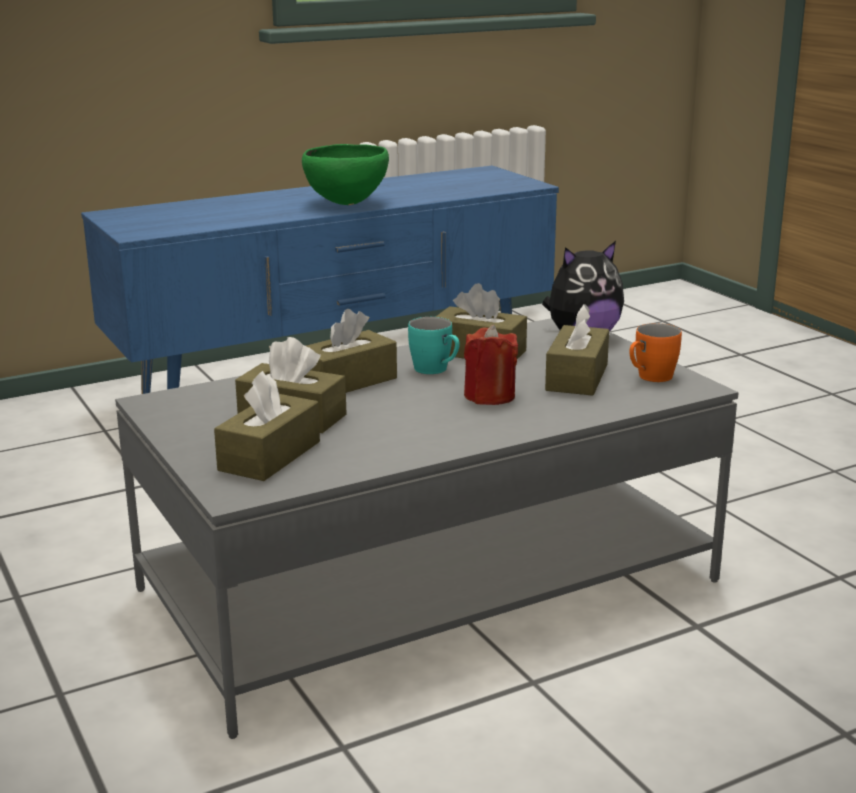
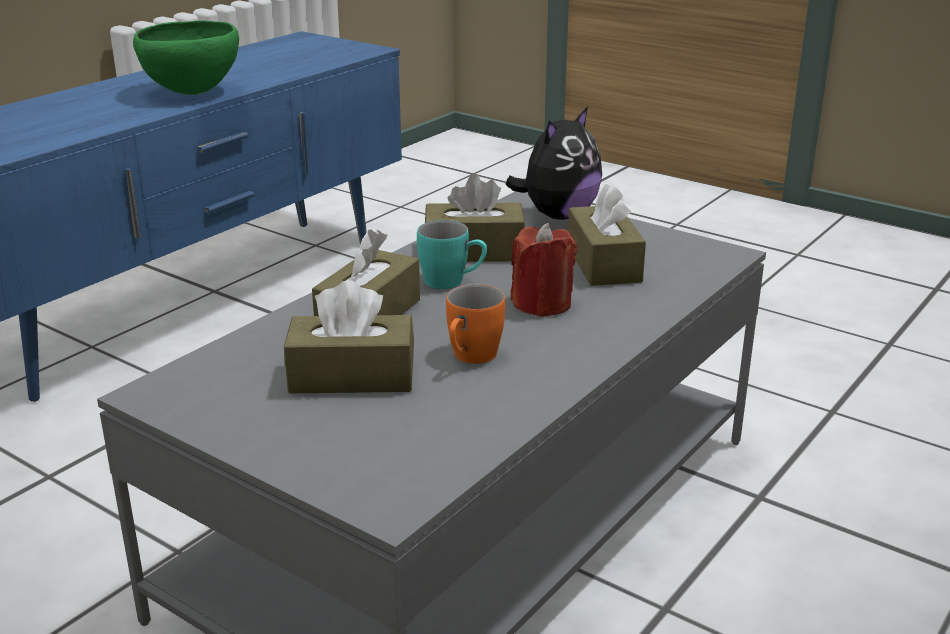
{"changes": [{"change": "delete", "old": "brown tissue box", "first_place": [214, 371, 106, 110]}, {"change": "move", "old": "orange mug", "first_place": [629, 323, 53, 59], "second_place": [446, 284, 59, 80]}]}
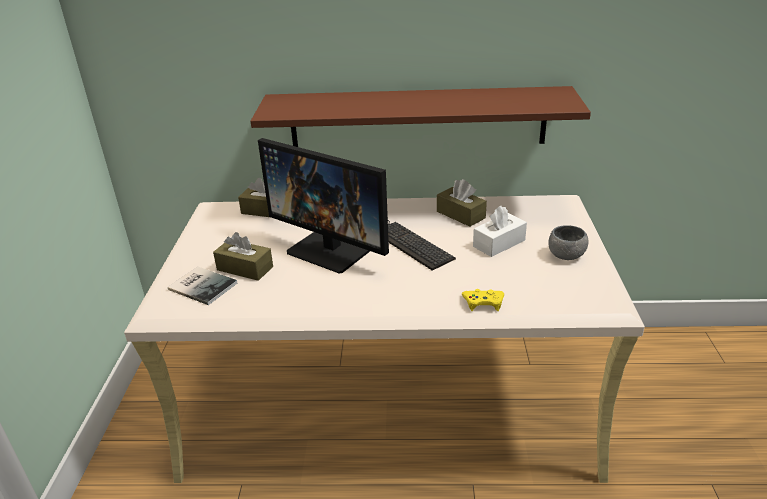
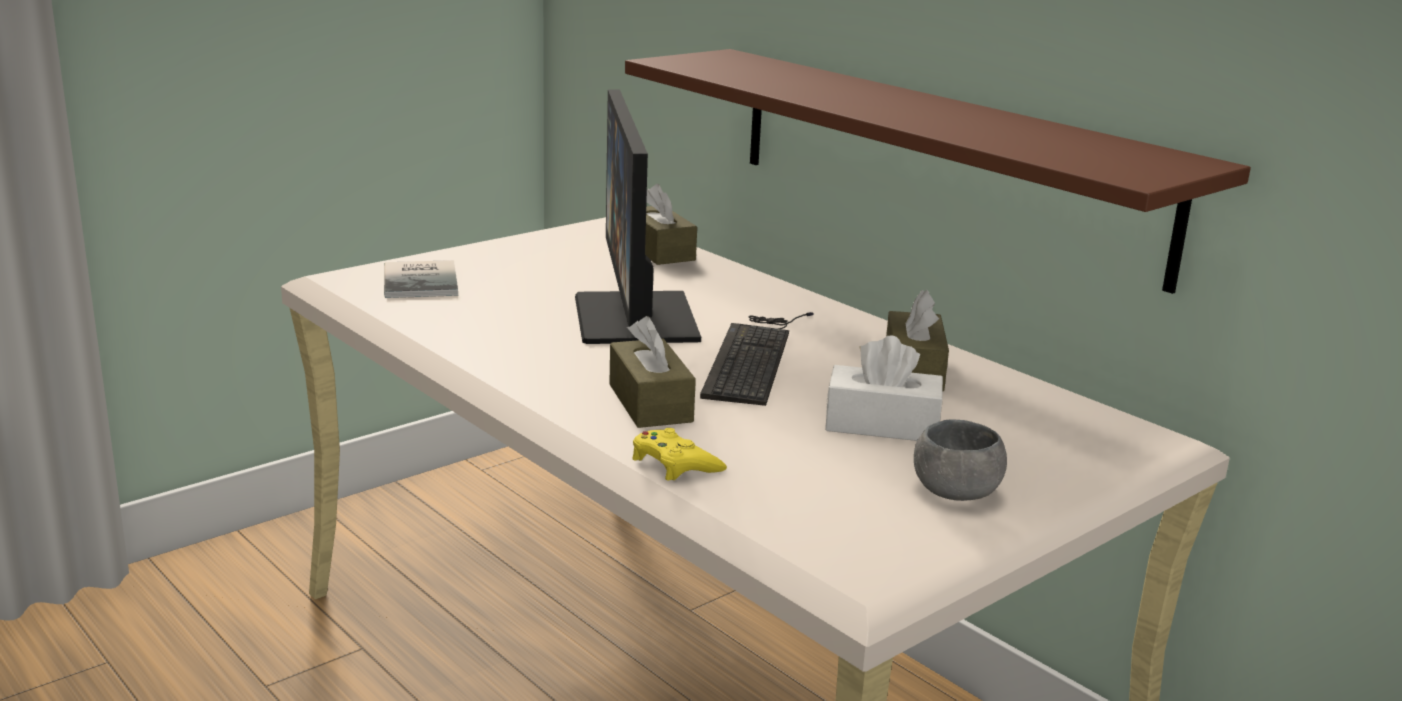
{"changes": [{"change": "move", "old": "brown tissue box", "first_place": [213, 232, 60, 49], "second_place": [609, 316, 87, 112]}]}
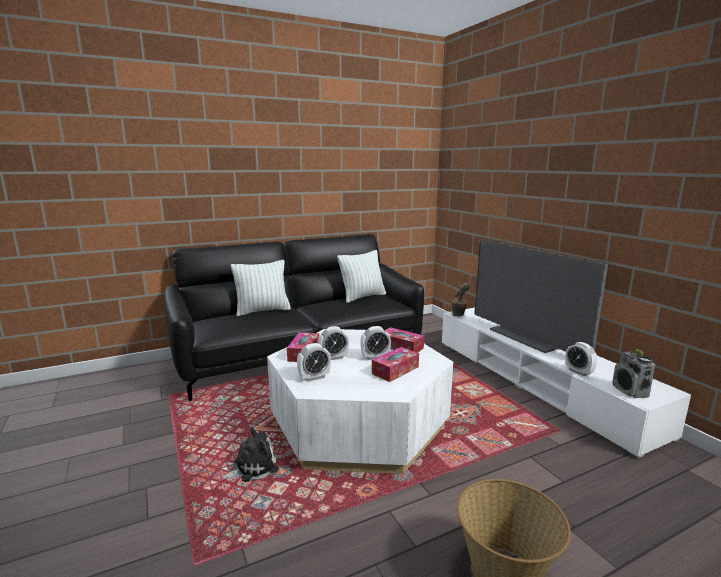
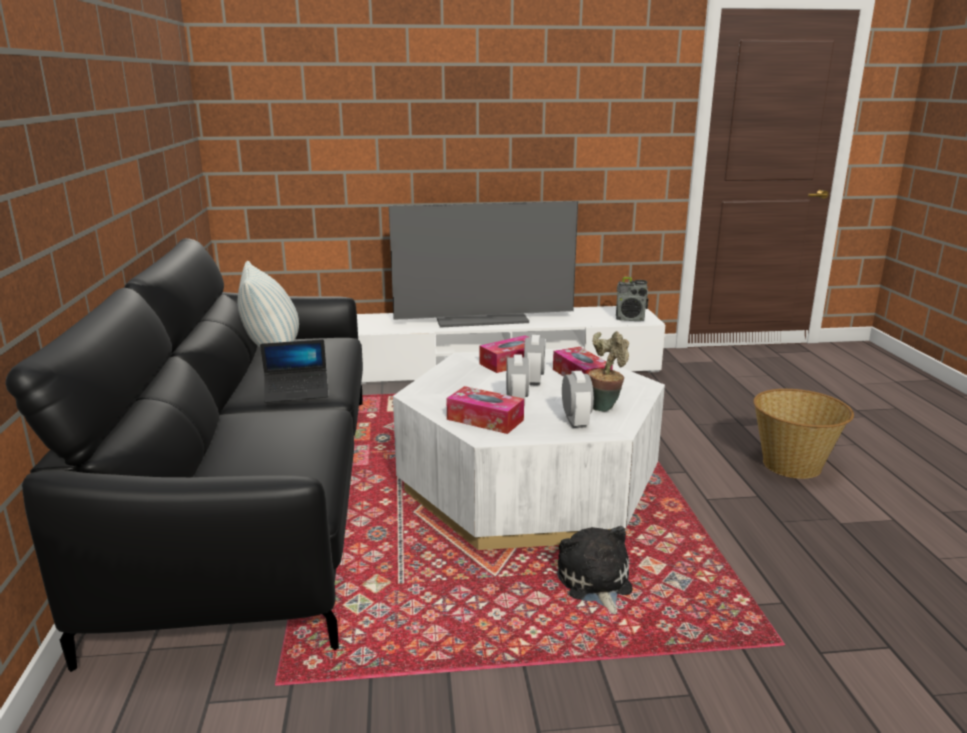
{"changes": [{"change": "delete", "old": "pillow", "first_place": [231, 260, 60, 56]}, {"change": "delete", "old": "alarm clock", "first_place": [565, 342, 32, 34]}, {"change": "insert", "new": "laptop", "second_place": [260, 339, 69, 64]}, {"change": "move", "old": "potted plant", "first_place": [451, 283, 19, 33], "second_place": [588, 331, 41, 80]}]}
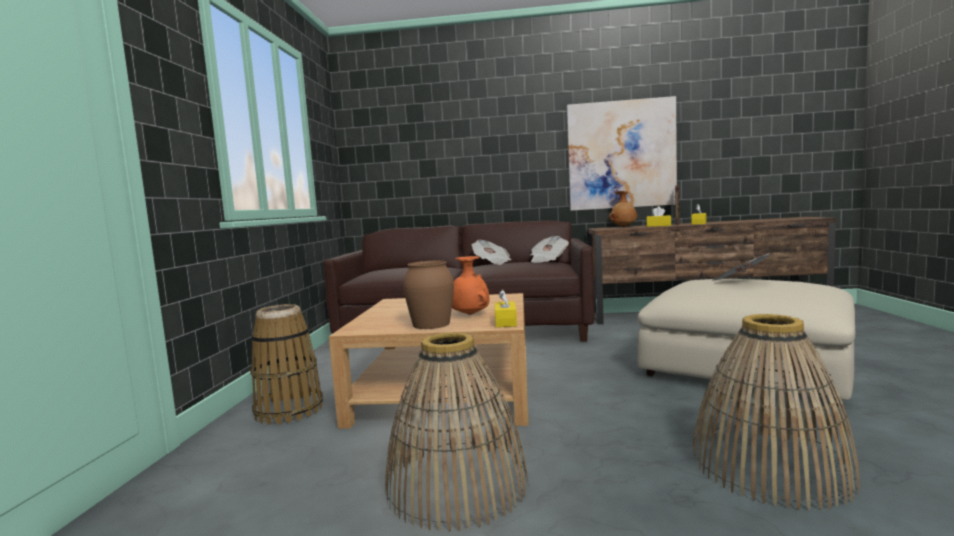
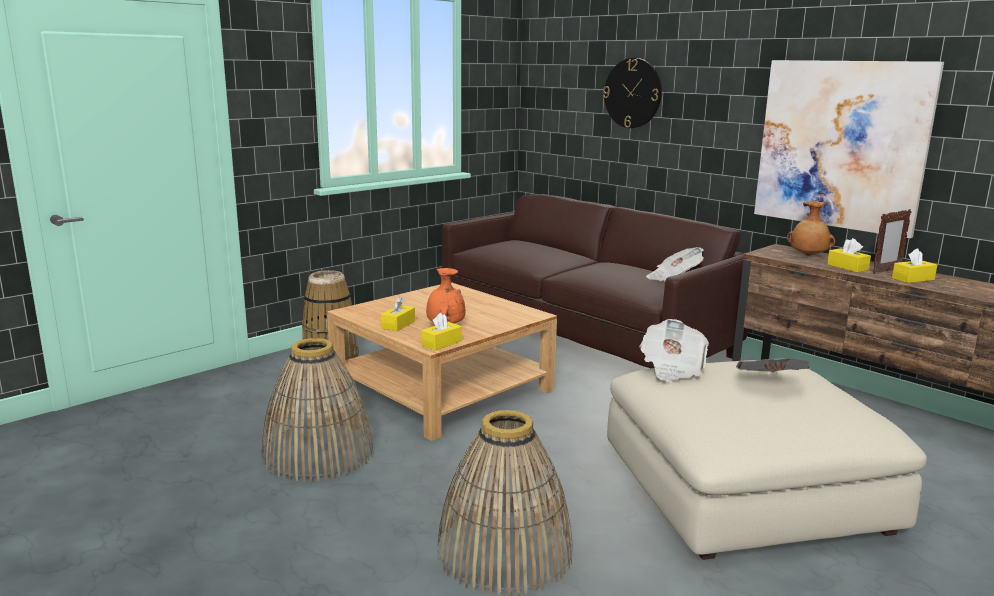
{"changes": [{"change": "insert", "new": "wall clock", "second_place": [603, 58, 59, 70]}, {"change": "move", "old": "newspaper", "first_place": [472, 240, 40, 25], "second_place": [640, 319, 69, 62]}, {"change": "replace", "old": "brown vase", "new": "yellow tissue box", "first_place": [403, 261, 51, 68], "second_place": [381, 297, 34, 34]}]}
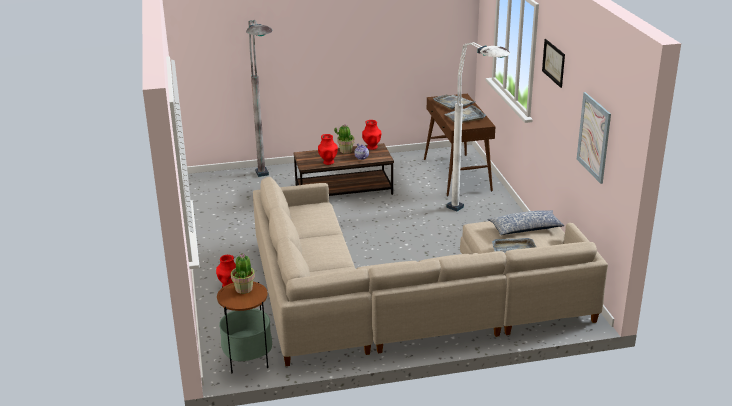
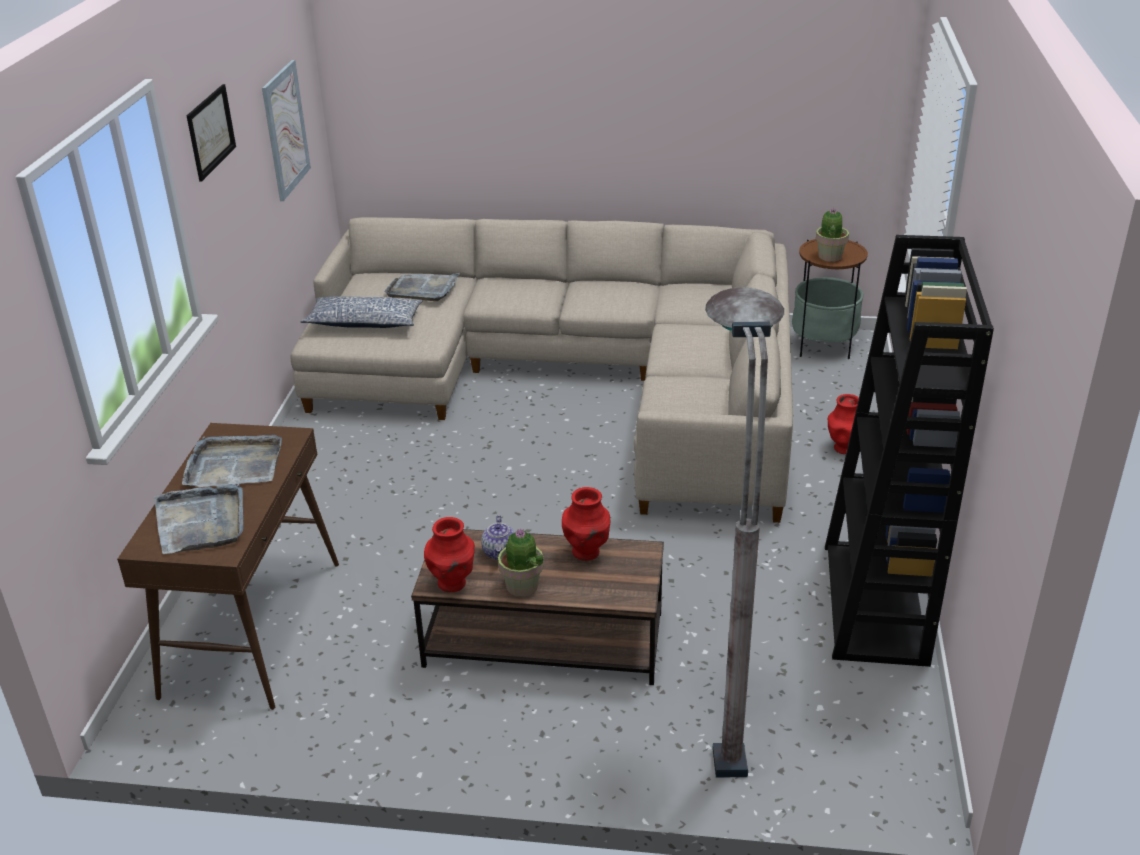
{"changes": [{"change": "delete", "old": "white floor lamp", "first_place": [446, 42, 64, 170]}, {"change": "insert", "new": "black bookcase", "second_place": [825, 235, 169, 432]}]}
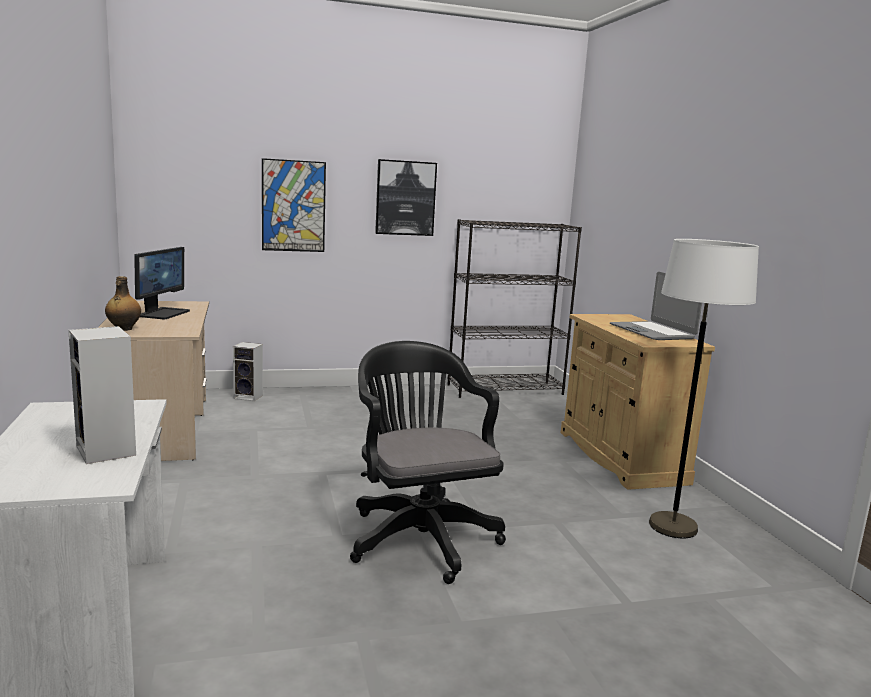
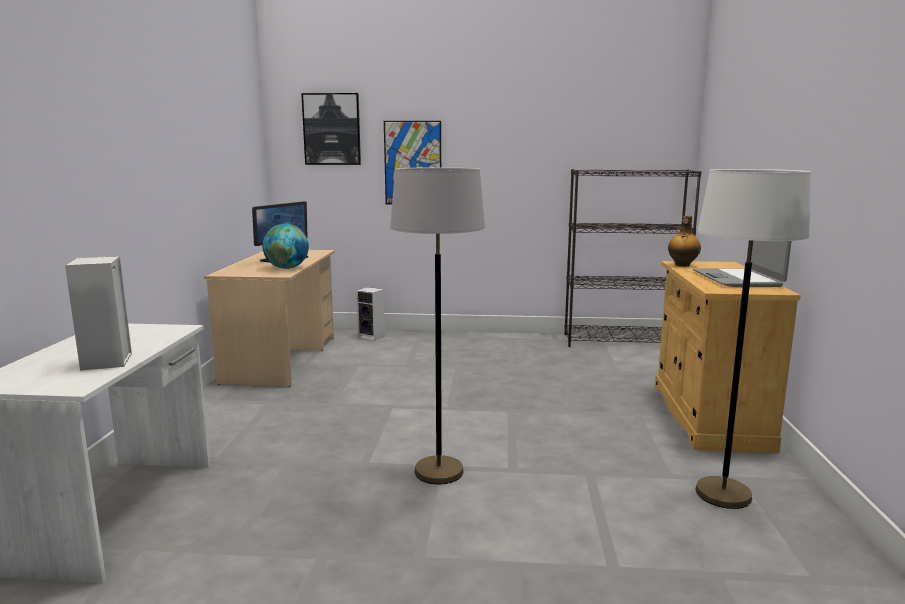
{"changes": [{"change": "insert", "new": "globe", "second_place": [262, 224, 47, 45]}, {"change": "move", "old": "bottle", "first_place": [105, 276, 36, 55], "second_place": [668, 215, 33, 52]}, {"change": "move", "old": "picture", "first_place": [375, 159, 62, 77], "second_place": [301, 93, 60, 72]}, {"change": "replace", "old": "black office chair", "new": "grey floor lamp", "first_place": [350, 341, 156, 243], "second_place": [390, 167, 95, 317]}]}
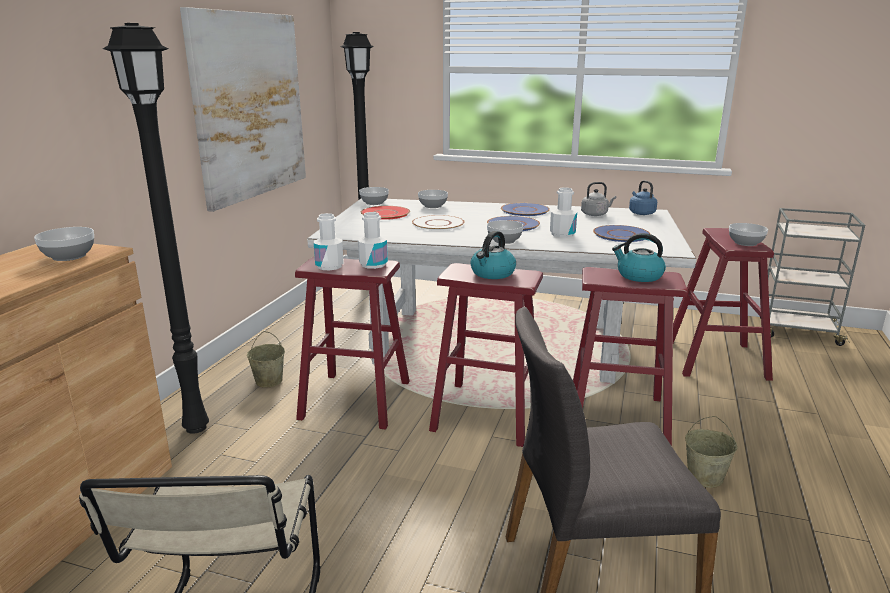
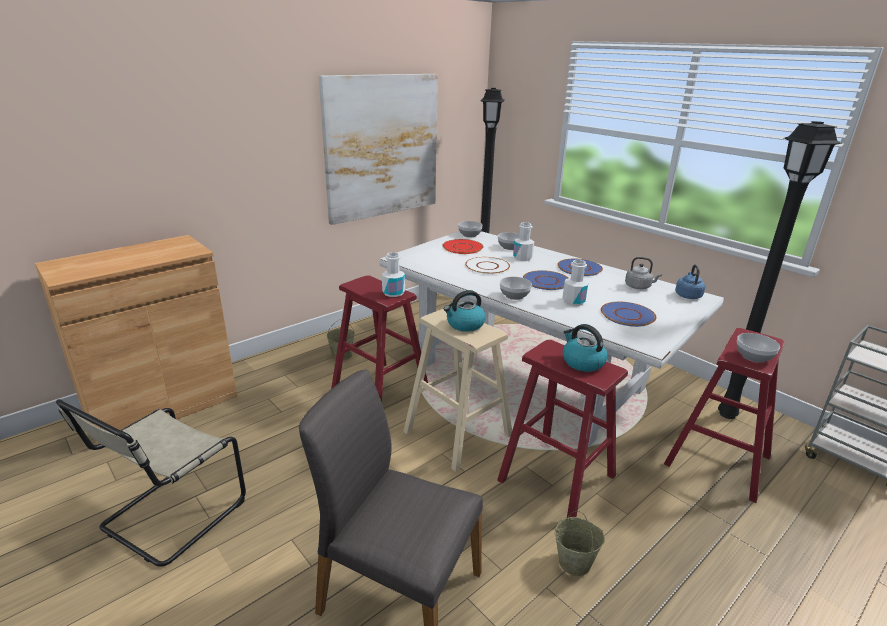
{"changes": [{"change": "delete", "old": "bowl", "first_place": [34, 227, 60, 34]}, {"change": "move", "old": "black floor lamp", "first_place": [103, 23, 106, 411], "second_place": [718, 121, 124, 298]}, {"change": "move", "old": "white bottle", "first_place": [314, 213, 30, 57], "second_place": [513, 222, 21, 39]}, {"change": "recolor", "old": "red stool", "new": "beige stool", "first_place": [429, 263, 114, 184], "second_place": [403, 309, 109, 163]}]}
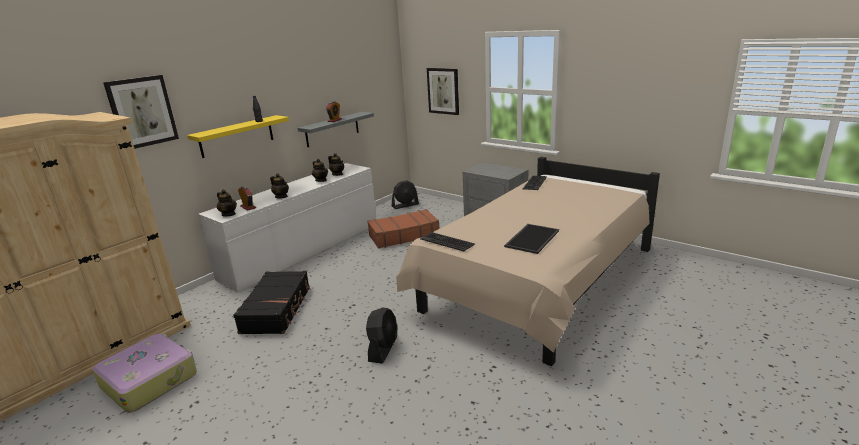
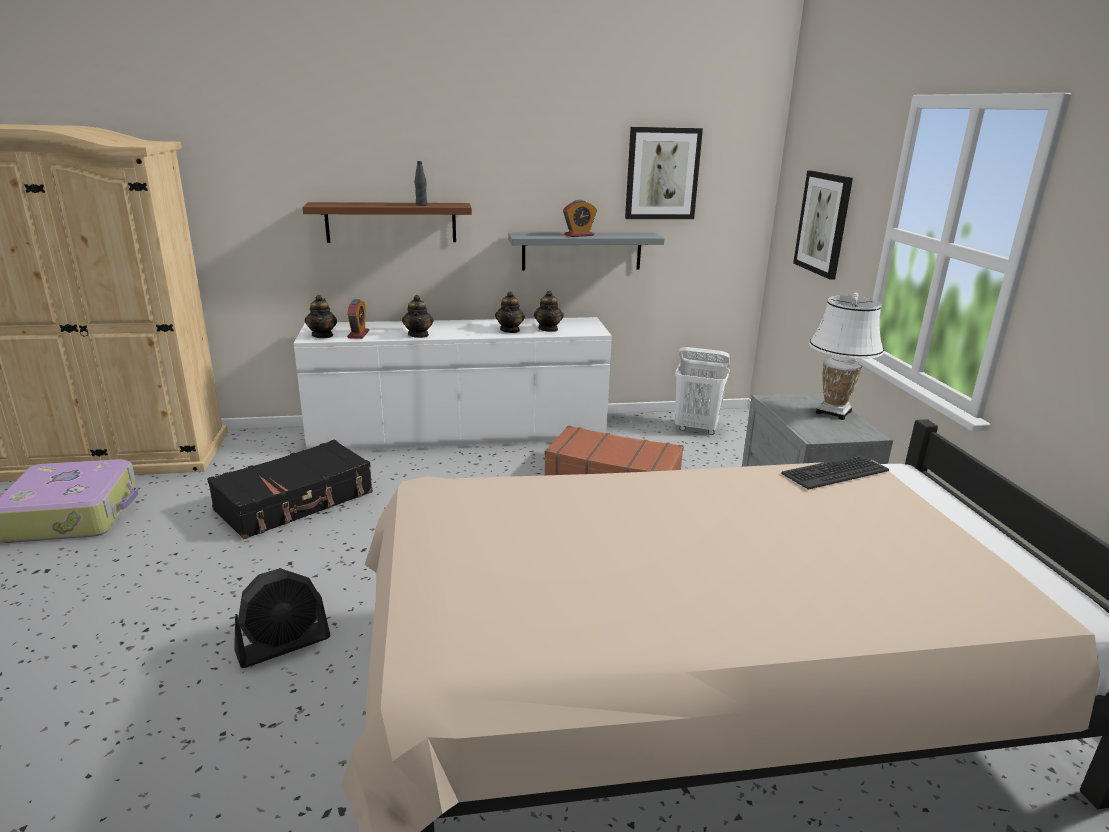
{"changes": [{"change": "delete", "old": "keyboard", "first_place": [420, 232, 55, 19]}, {"change": "delete", "old": "tray", "first_place": [504, 224, 55, 30]}, {"change": "insert", "new": "white table lamp", "second_place": [809, 292, 75, 128]}, {"change": "move", "old": "picture", "first_place": [103, 75, 76, 74], "second_place": [625, 127, 78, 92]}, {"change": "replace", "old": "black fan", "new": "white laundry basket", "first_place": [392, 180, 27, 29], "second_place": [675, 347, 55, 88]}, {"change": "recolor", "old": "yellow shelf", "new": "brown shelf", "first_place": [187, 115, 102, 43], "second_place": [302, 202, 170, 41]}]}
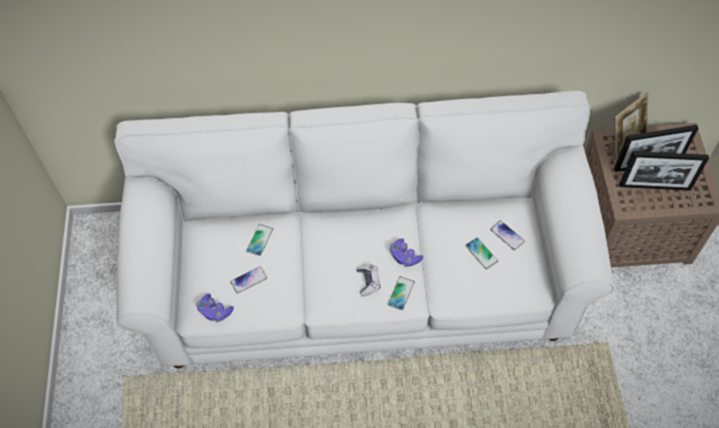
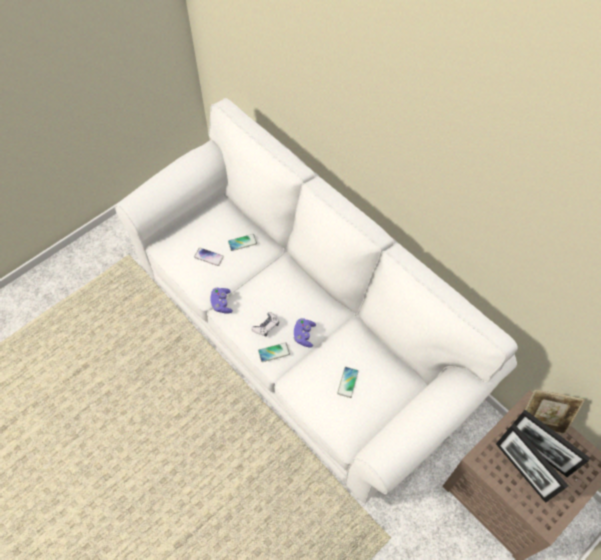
{"changes": [{"change": "delete", "old": "phone", "first_place": [490, 220, 35, 30]}, {"change": "move", "old": "purple game controller", "first_place": [197, 294, 37, 28], "second_place": [210, 288, 23, 25]}]}
